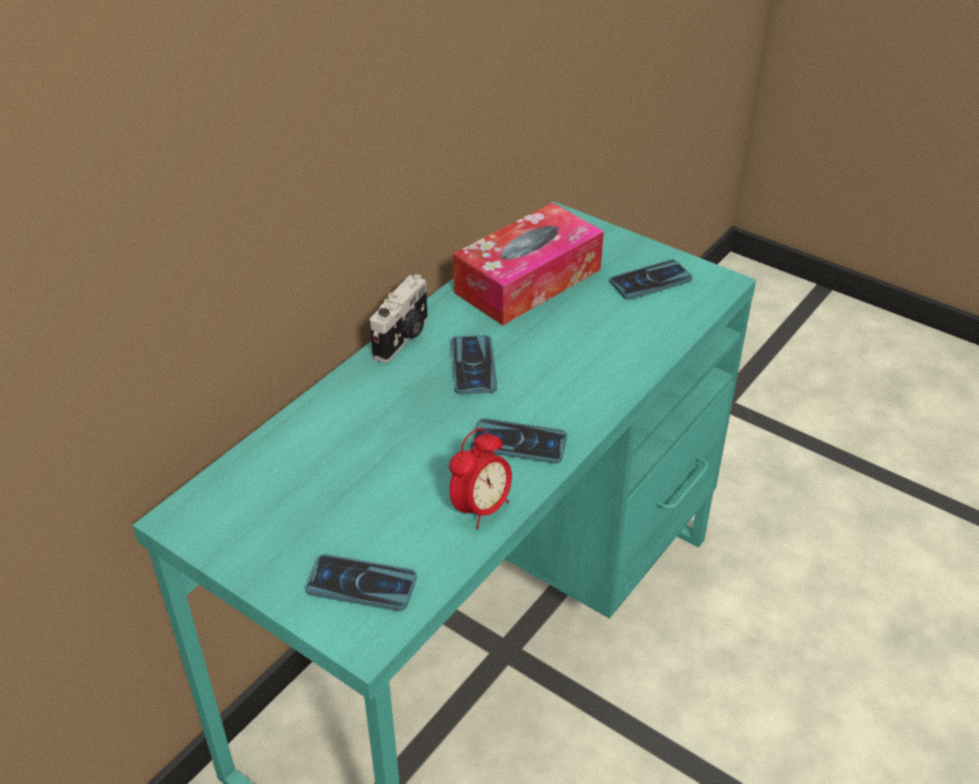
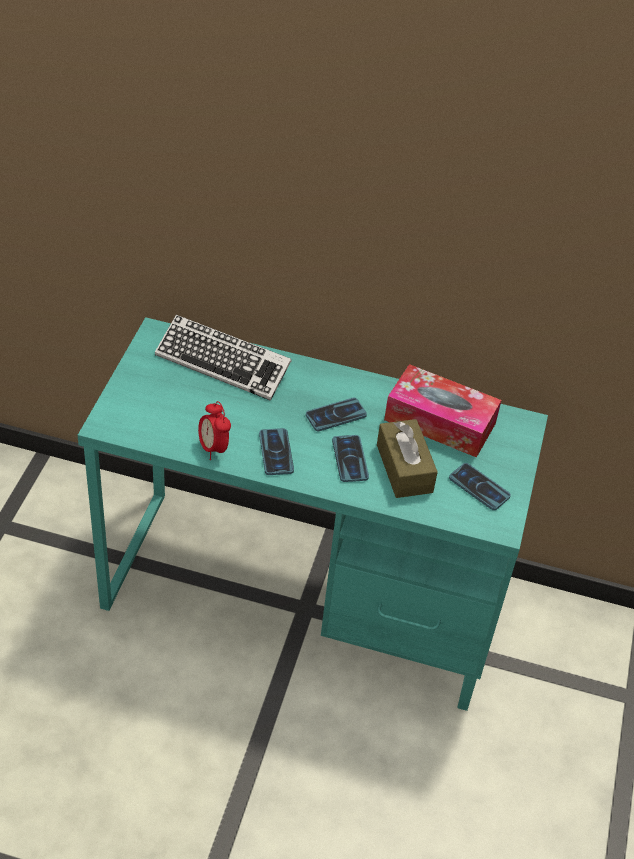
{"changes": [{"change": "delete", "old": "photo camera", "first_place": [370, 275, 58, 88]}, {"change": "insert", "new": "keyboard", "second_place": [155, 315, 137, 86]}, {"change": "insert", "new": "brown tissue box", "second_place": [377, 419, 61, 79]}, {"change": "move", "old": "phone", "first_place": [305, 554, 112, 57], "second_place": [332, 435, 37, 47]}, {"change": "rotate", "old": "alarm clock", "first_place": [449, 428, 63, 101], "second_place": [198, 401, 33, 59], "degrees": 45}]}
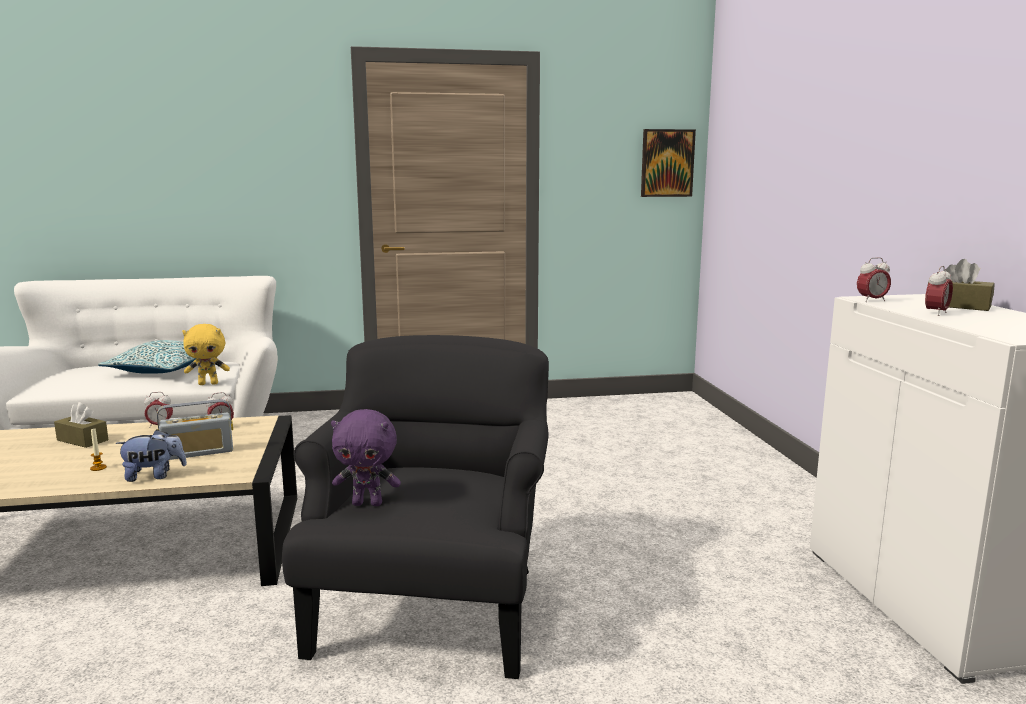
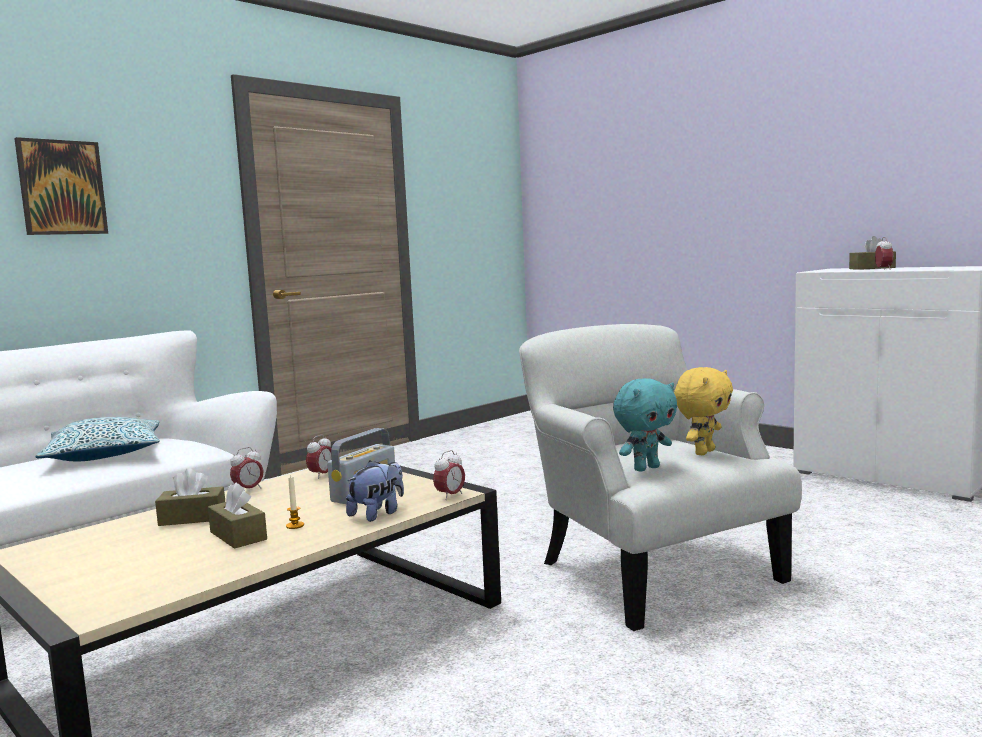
{"changes": [{"change": "insert", "new": "brown tissue box", "second_place": [208, 482, 59, 67]}, {"change": "move", "old": "yellow plush toy", "first_place": [182, 324, 48, 61], "second_place": [674, 367, 59, 88]}, {"change": "move", "old": "picture", "first_place": [641, 129, 55, 68], "second_place": [14, 137, 94, 98]}, {"change": "move", "old": "alarm clock", "first_place": [857, 257, 34, 45], "second_place": [433, 450, 32, 50]}, {"change": "recolor", "old": "black armchair", "new": "white armchair", "first_place": [282, 335, 267, 344], "second_place": [519, 324, 283, 307]}, {"change": "recolor", "old": "purple plush toy", "new": "turquoise plush toy", "first_place": [331, 409, 70, 97], "second_place": [613, 378, 64, 94]}]}
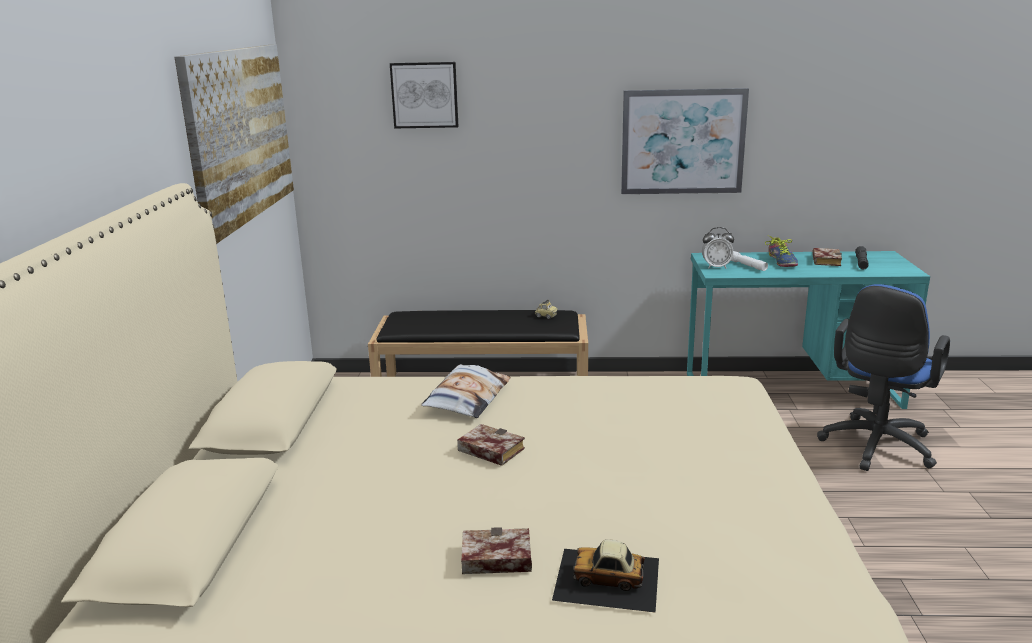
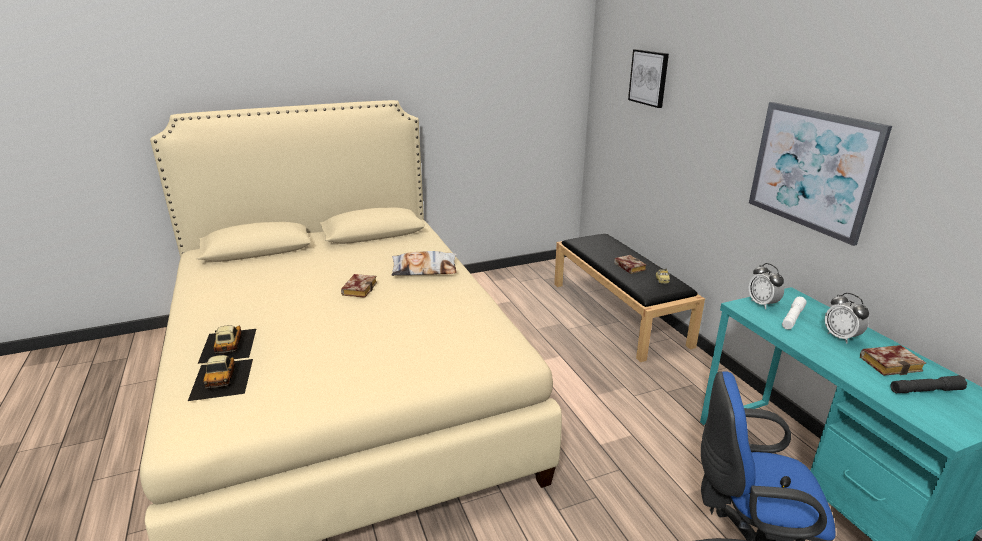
{"changes": [{"change": "delete", "old": "picture", "first_place": [175, 45, 119, 199]}, {"change": "insert", "new": "toy car", "second_place": [188, 355, 65, 46]}, {"change": "move", "old": "book", "first_place": [461, 527, 71, 47], "second_place": [614, 255, 33, 19]}, {"change": "replace", "old": "shoe", "new": "alarm clock", "first_place": [765, 236, 33, 31], "second_place": [825, 293, 44, 51]}]}
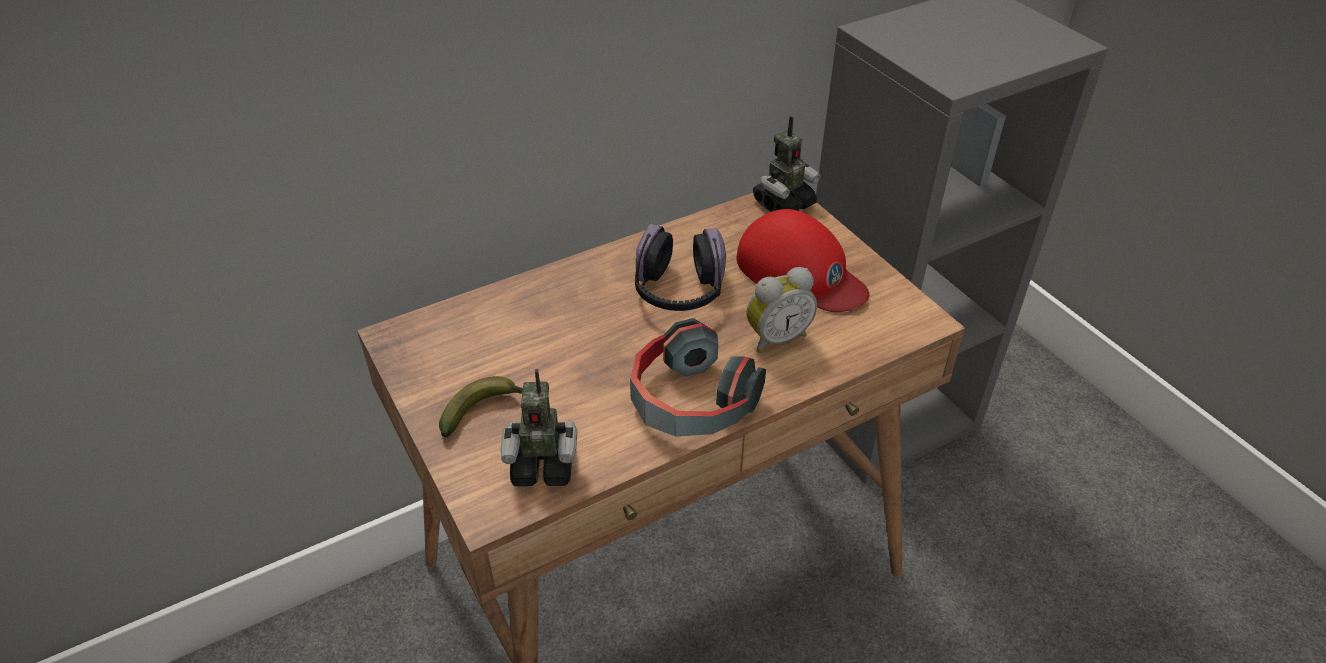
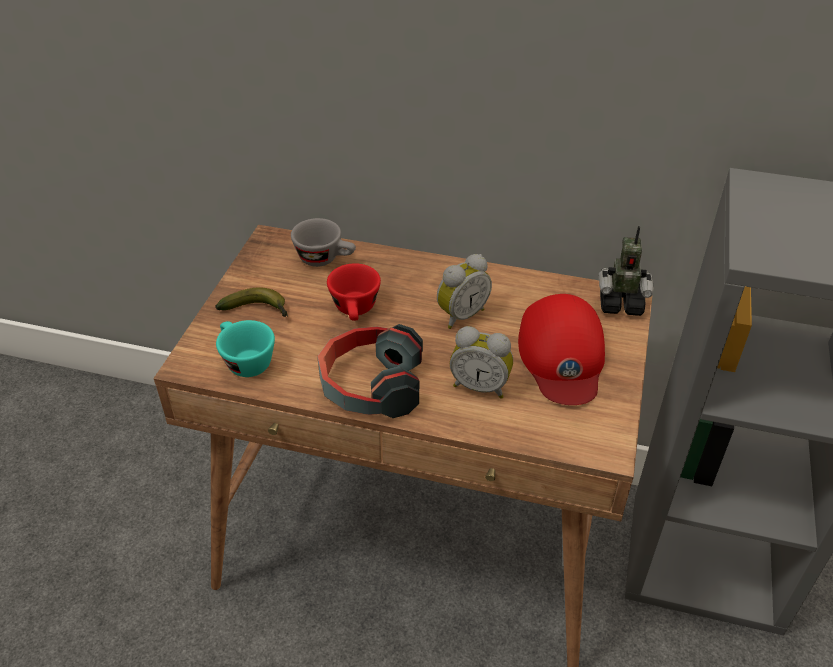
{"changes": [{"change": "insert", "new": "grey cup", "second_place": [291, 218, 65, 49]}, {"change": "insert", "new": "red cup", "second_place": [327, 263, 54, 58]}, {"change": "replace", "old": "toy robot", "new": "turquoise cup", "first_place": [500, 369, 77, 117], "second_place": [216, 320, 59, 57]}, {"change": "replace", "old": "headphones", "new": "alarm clock", "first_place": [635, 224, 91, 87], "second_place": [437, 254, 55, 75]}]}
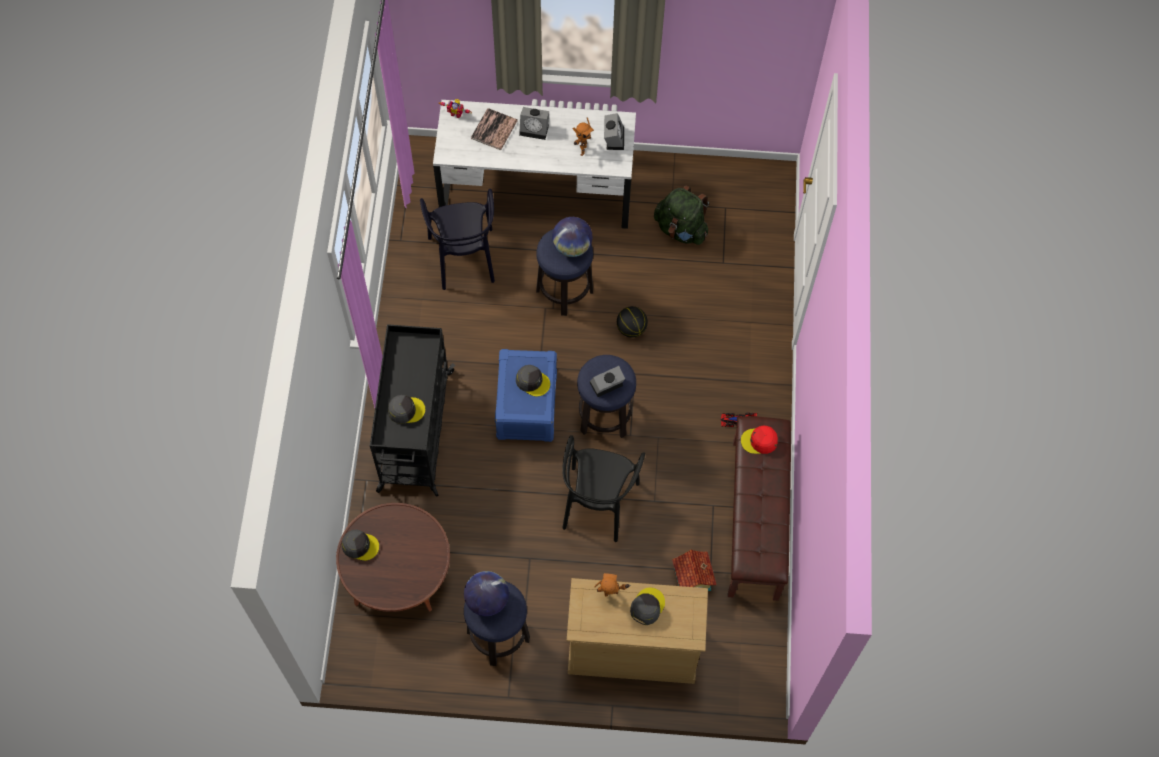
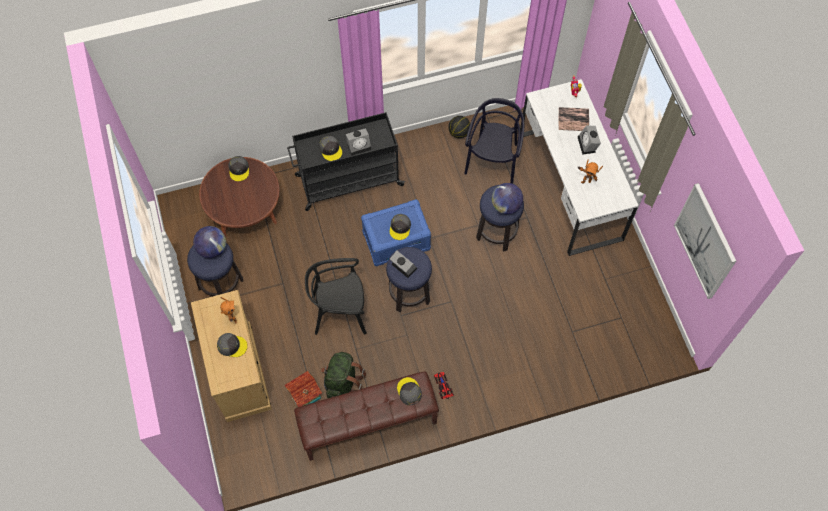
{"changes": [{"change": "insert", "new": "picture", "second_place": [674, 183, 62, 116]}, {"change": "move", "old": "alarm clock", "first_place": [604, 113, 20, 37], "second_place": [346, 128, 25, 28]}, {"change": "move", "old": "basketball", "first_place": [617, 306, 31, 32], "second_place": [448, 116, 22, 23]}, {"change": "move", "old": "green backpack", "first_place": [654, 185, 55, 60], "second_place": [321, 352, 45, 46]}, {"change": "recolor", "old": "red cap", "new": "grey cap", "first_place": [741, 426, 37, 28], "second_place": [397, 377, 25, 28]}, {"change": "rotate", "old": "black chair", "first_place": [420, 189, 75, 101], "second_place": [464, 98, 60, 86], "degrees": 135}]}
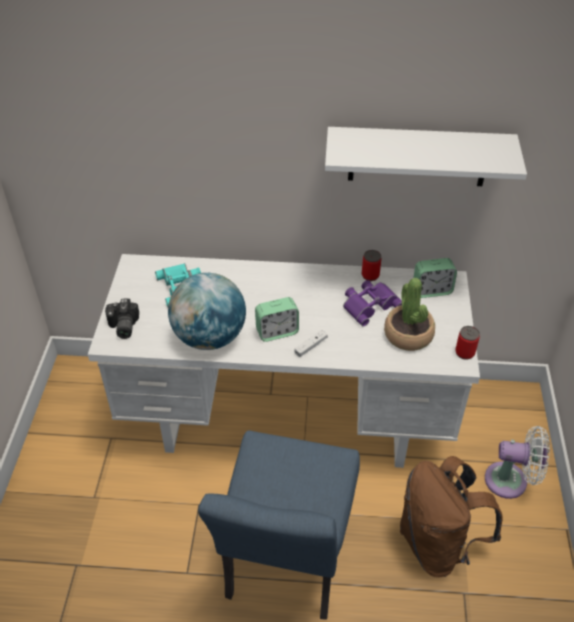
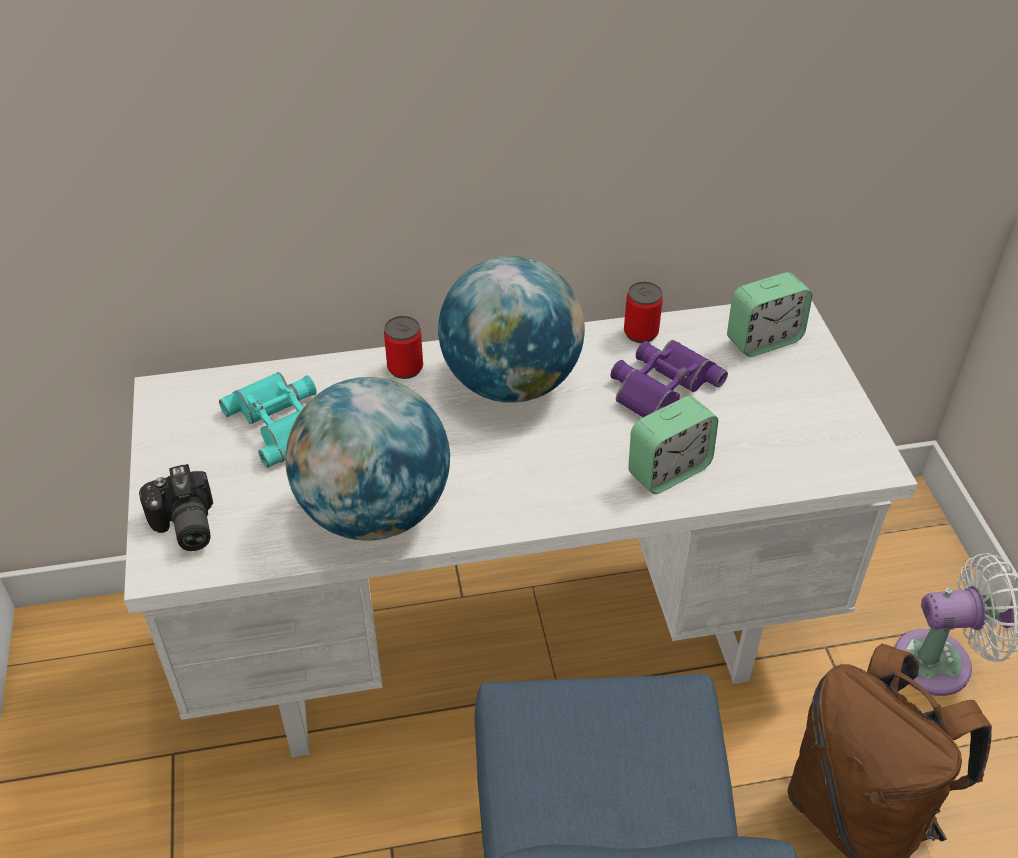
{"changes": [{"change": "delete", "old": "white game controller", "first_place": [294, 330, 33, 27]}, {"change": "delete", "old": "white shelf", "first_place": [325, 127, 202, 59]}, {"change": "delete", "old": "potted plant", "first_place": [384, 278, 51, 73]}, {"change": "insert", "new": "globe", "second_place": [438, 256, 147, 147]}, {"change": "move", "old": "alarm clock", "first_place": [255, 297, 44, 45], "second_place": [628, 396, 90, 98]}, {"change": "move", "old": "can", "first_place": [455, 326, 25, 34], "second_place": [384, 316, 39, 63]}]}
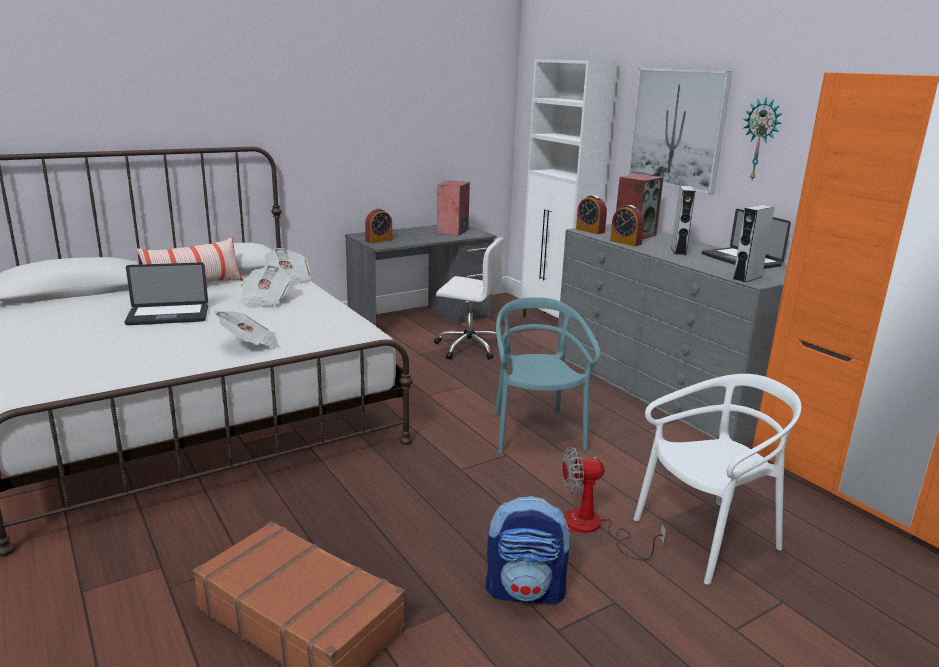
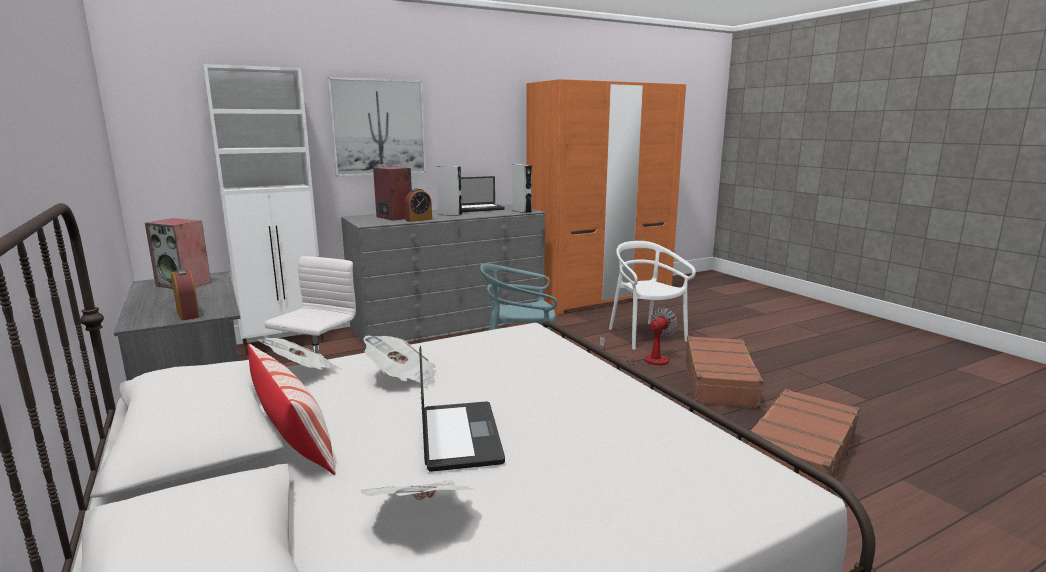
{"changes": [{"change": "delete", "old": "alarm clock", "first_place": [576, 195, 31, 39]}, {"change": "delete", "old": "wall clock", "first_place": [743, 97, 40, 83]}, {"change": "move", "old": "newspaper", "first_place": [215, 311, 65, 37], "second_place": [361, 480, 111, 20]}, {"change": "replace", "old": "backpack", "new": "brown suitcase", "first_place": [486, 496, 86, 109], "second_place": [685, 336, 79, 73]}, {"change": "rotate", "old": "fan", "first_place": [561, 447, 105, 113], "second_place": [599, 308, 79, 58], "degrees": -135}]}
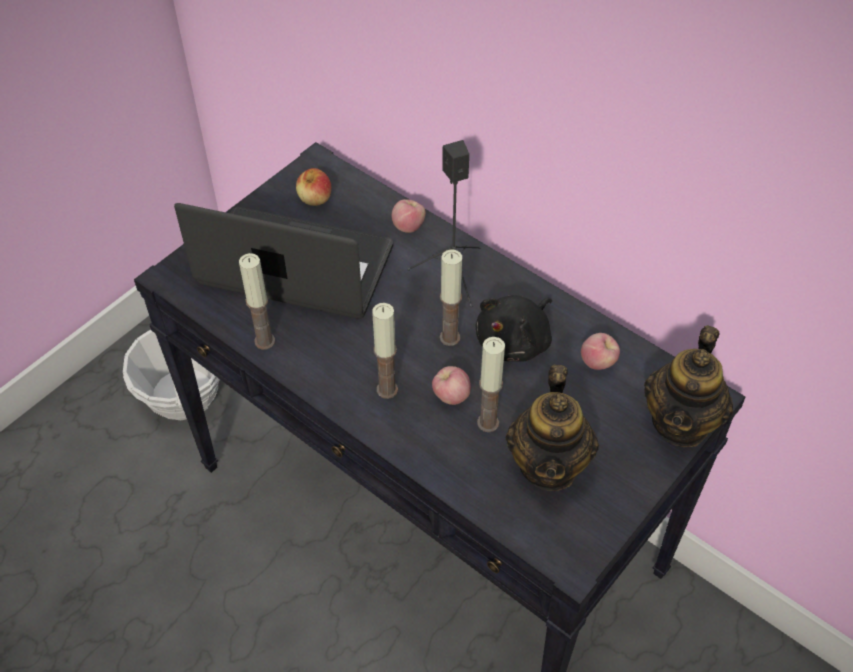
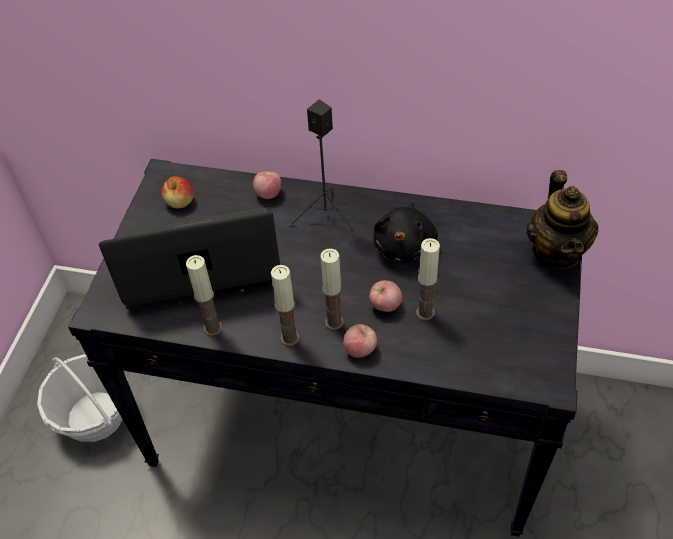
{"changes": [{"change": "delete", "old": "teapot", "first_place": [506, 364, 93, 127]}, {"change": "move", "old": "candle", "first_place": [440, 249, 22, 97], "second_place": [271, 265, 28, 81]}, {"change": "move", "old": "apple", "first_place": [581, 333, 39, 37], "second_place": [343, 324, 35, 34]}]}
